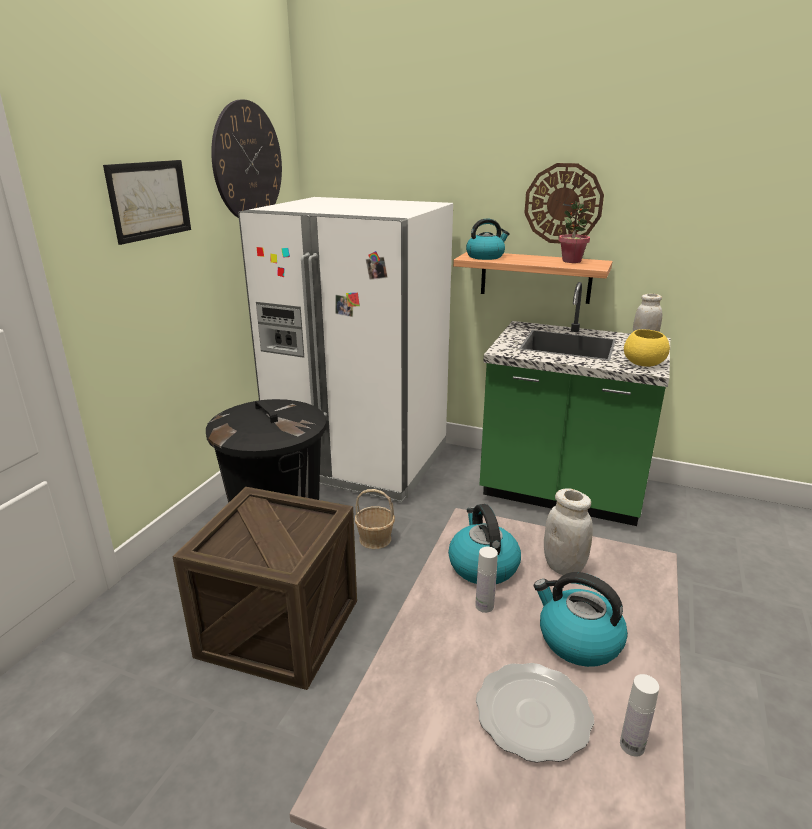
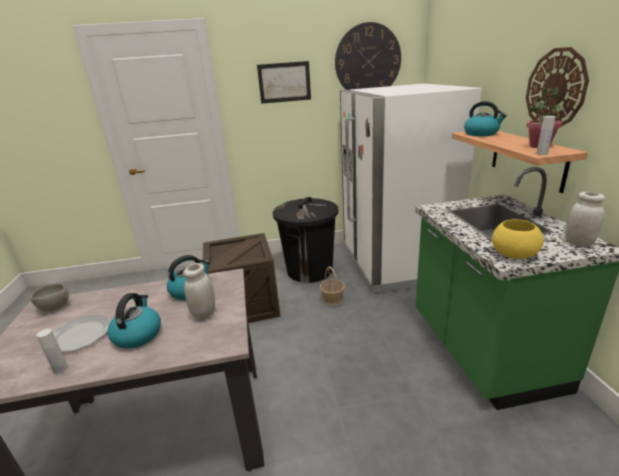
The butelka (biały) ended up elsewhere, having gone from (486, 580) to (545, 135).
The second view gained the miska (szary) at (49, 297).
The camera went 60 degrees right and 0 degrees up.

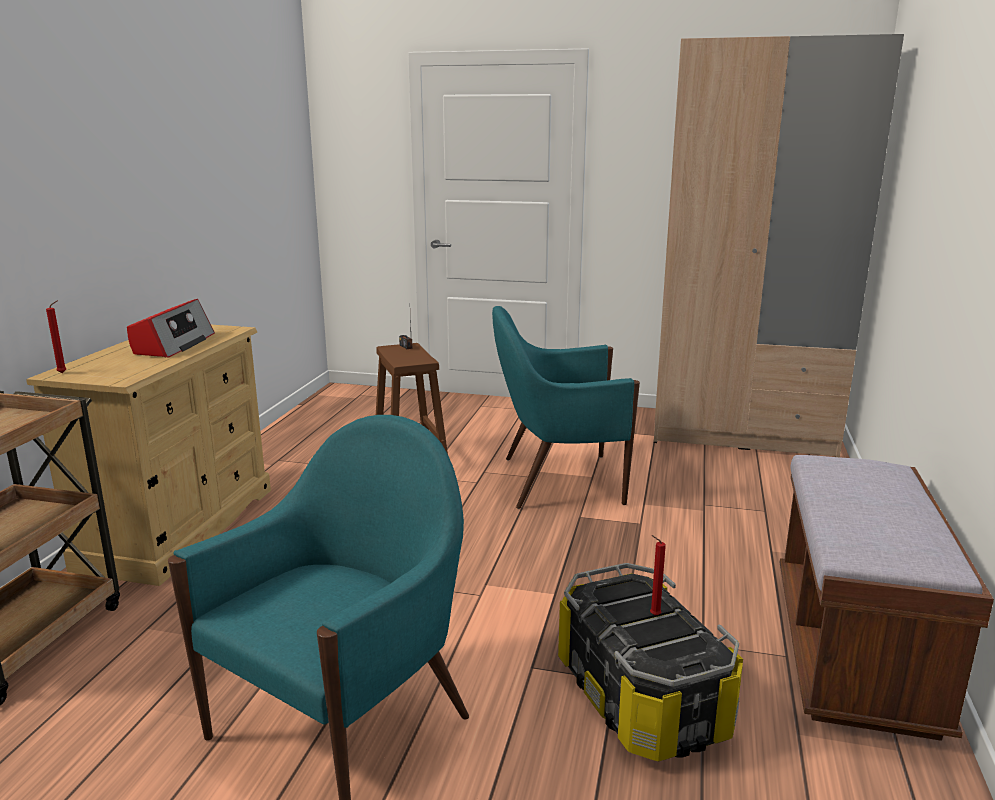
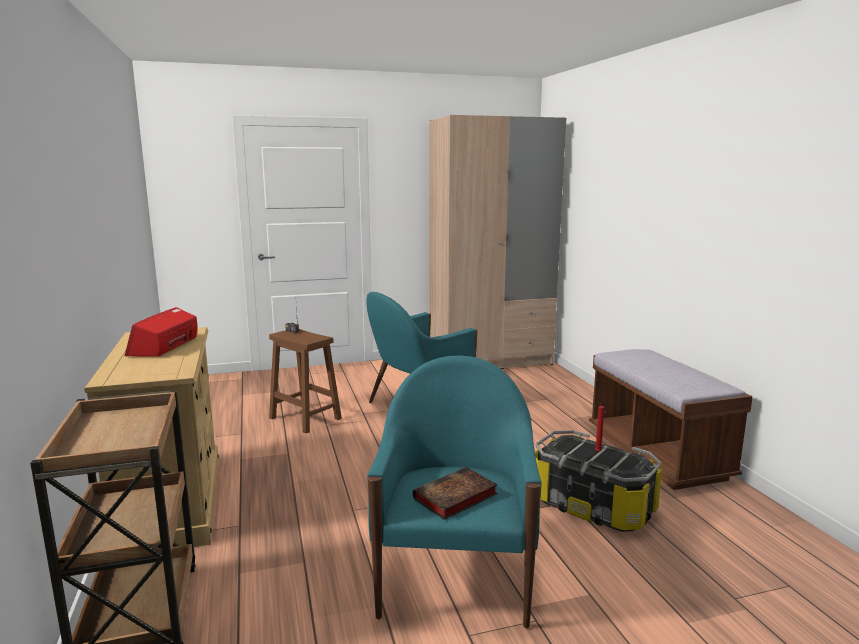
The second view lost the świeca (czerwony) at (56, 336).
The radio at (171, 328) ended up facing another way, 150 degrees counterclockwise from before.
The second view gained the książka at (455, 493).
The camera went 30 degrees left and 5 degrees down.

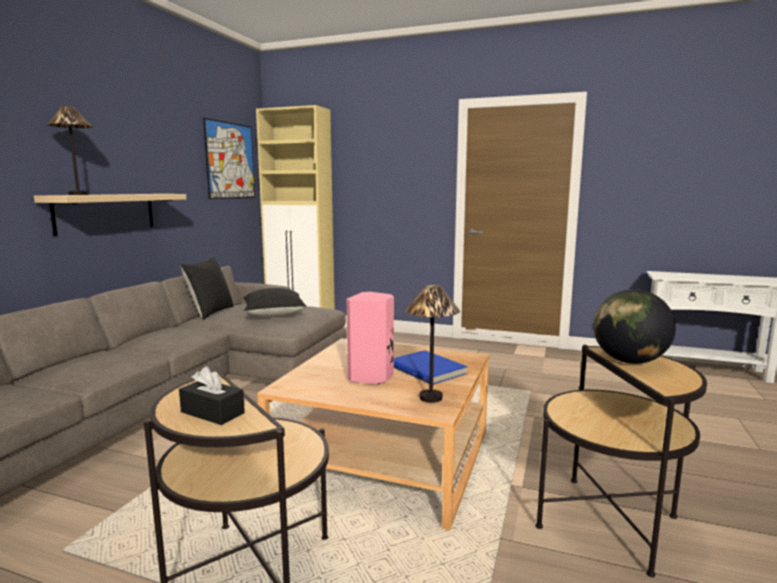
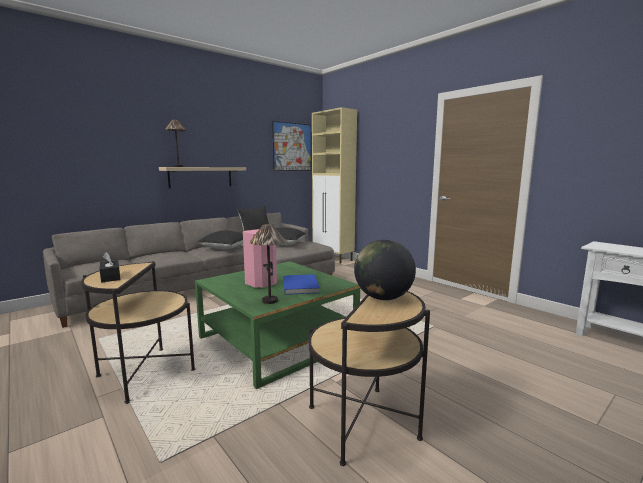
What was the ława (beżowy) at (373, 434) turned into the ława (zielony) at (277, 325).
The second view gained the poduszka (czarny) at (219, 240).
The camera went 30 degrees right and 0 degrees up.

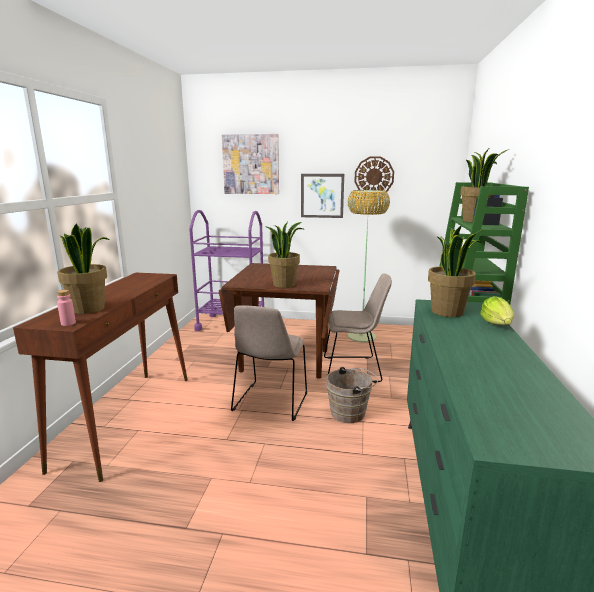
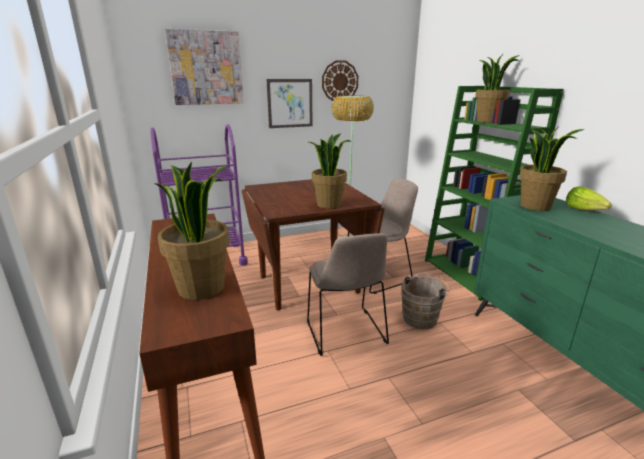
The second view lost the butelka (różowy) at (66, 308).
The camera went 30 degrees left and 5 degrees up.

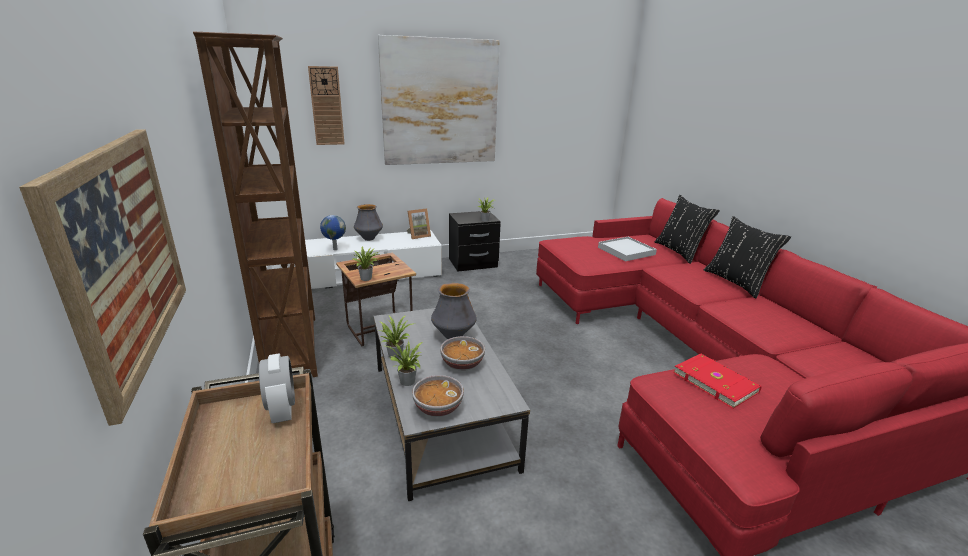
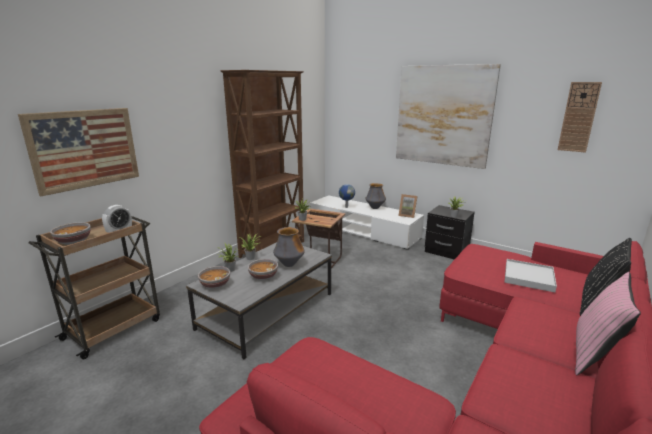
The zegar ścienny ended up elsewhere, having gone from (326, 105) to (580, 117).
The second view lost the książka (czerwony) at (717, 381).
What was the poduszka (czarny) at (747, 257) turned into the poduszka (różowy) at (608, 323).
The second view gained the miska at (70, 233).
The camera went 55 degrees right and 5 degrees down.

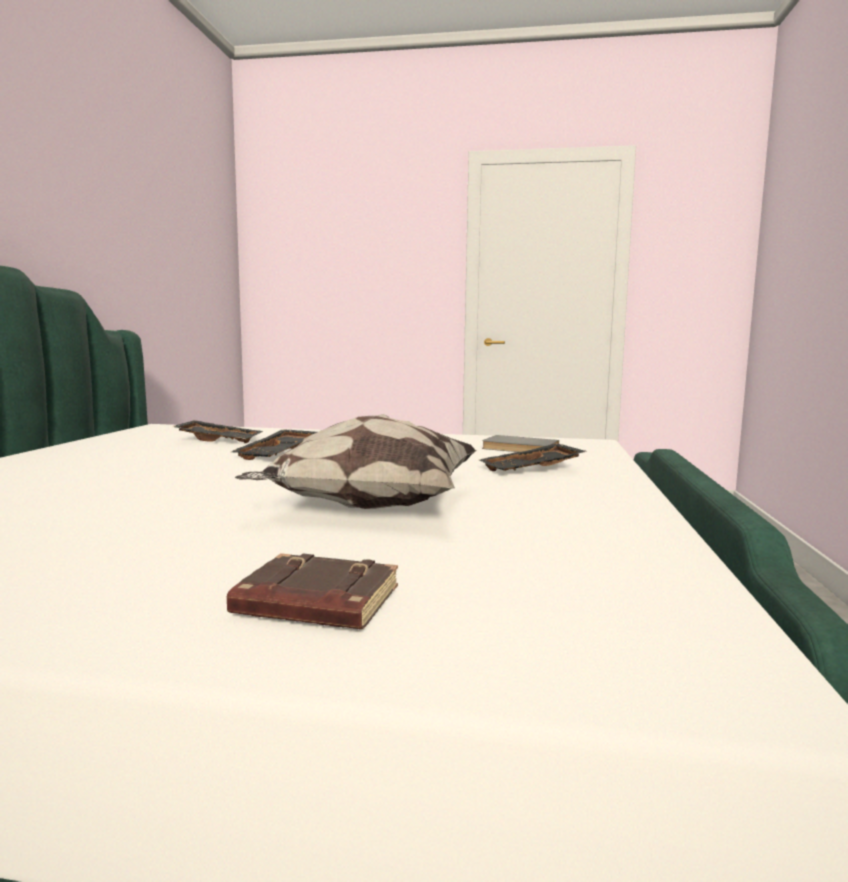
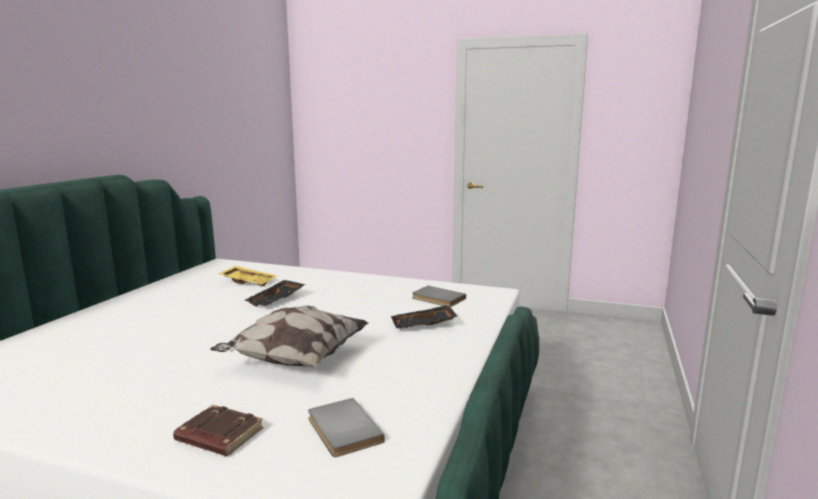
What was the taca (czarny) at (217, 432) turned into the taca (żółty) at (248, 276).
The second view gained the książka (szary) at (346, 427).
The camera went 10 degrees right and 5 degrees up.

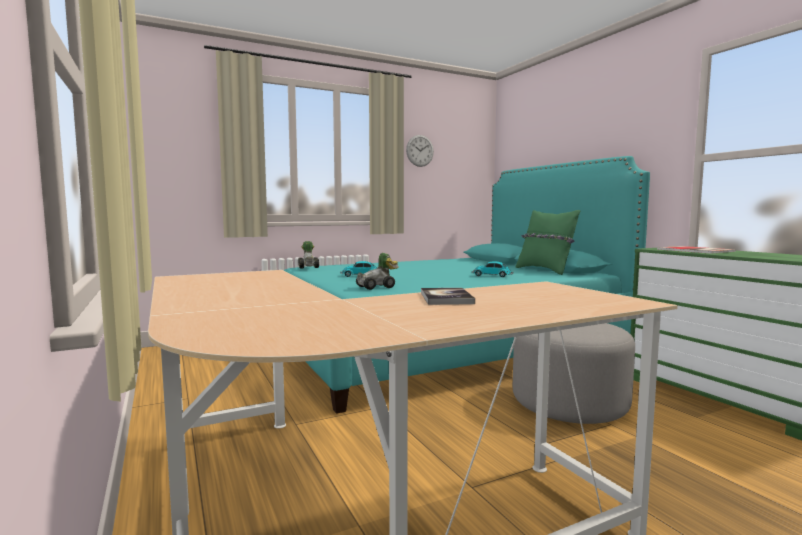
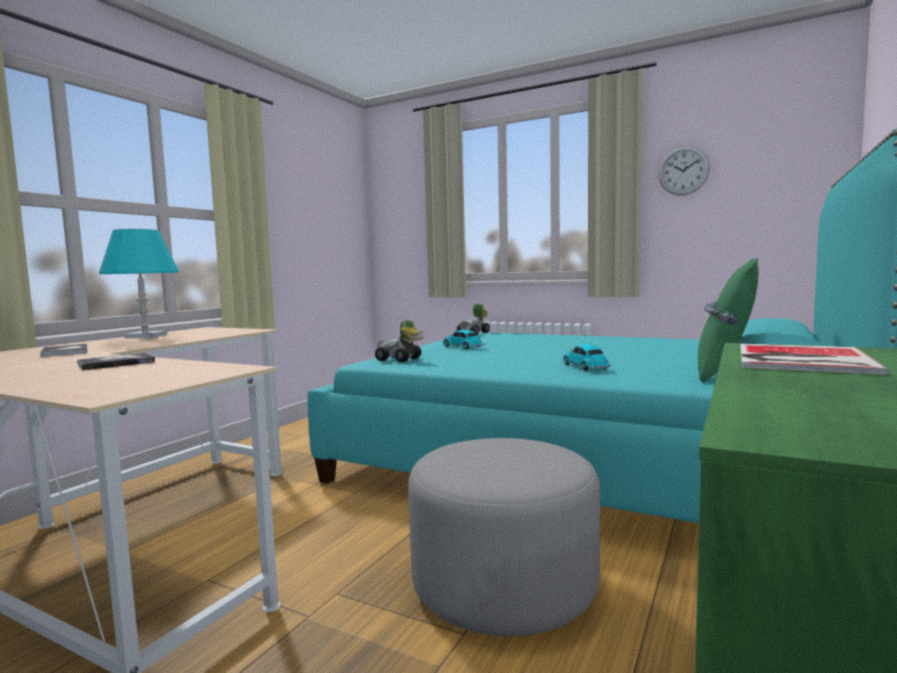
The second view gained the książka at (63, 350).
The second view gained the lampa stołowa (turkusowy) at (139, 283).
The camera went 55 degrees right and 0 degrees up.

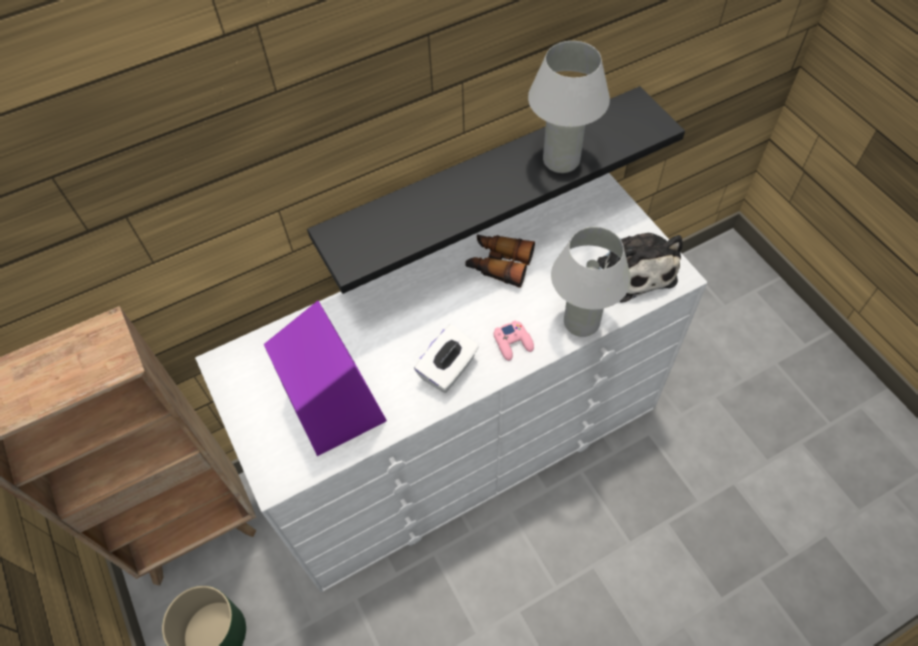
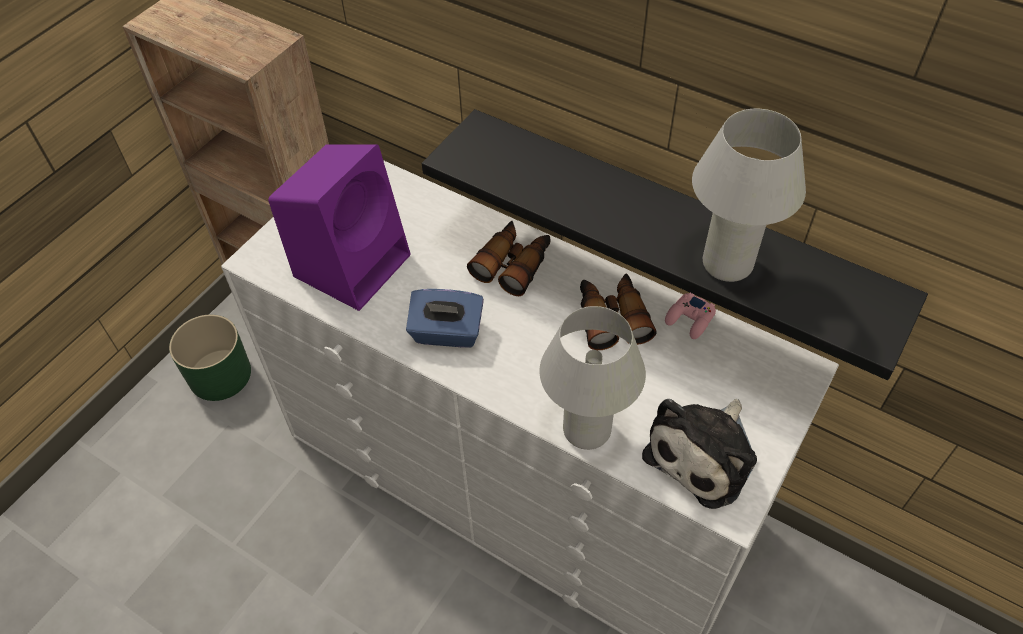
What was the pudełko chusteczek (biały) at (446, 358) turned into the pudełko chusteczek (niebieski) at (445, 318).
The pad do gier (różowy) ended up elsewhere, having gone from (513, 340) to (690, 316).
The second view gained the lornetka at (508, 258).
The camera went 60 degrees right and 5 degrees down.

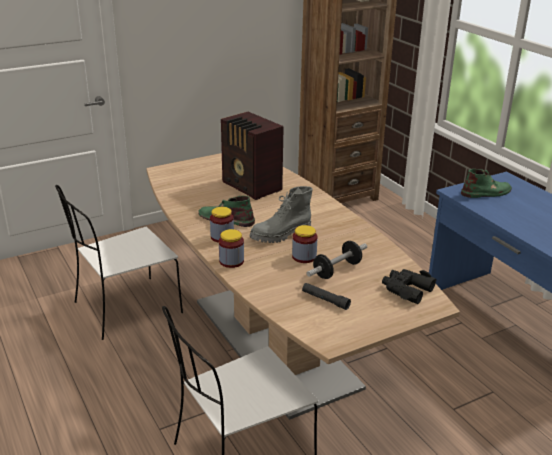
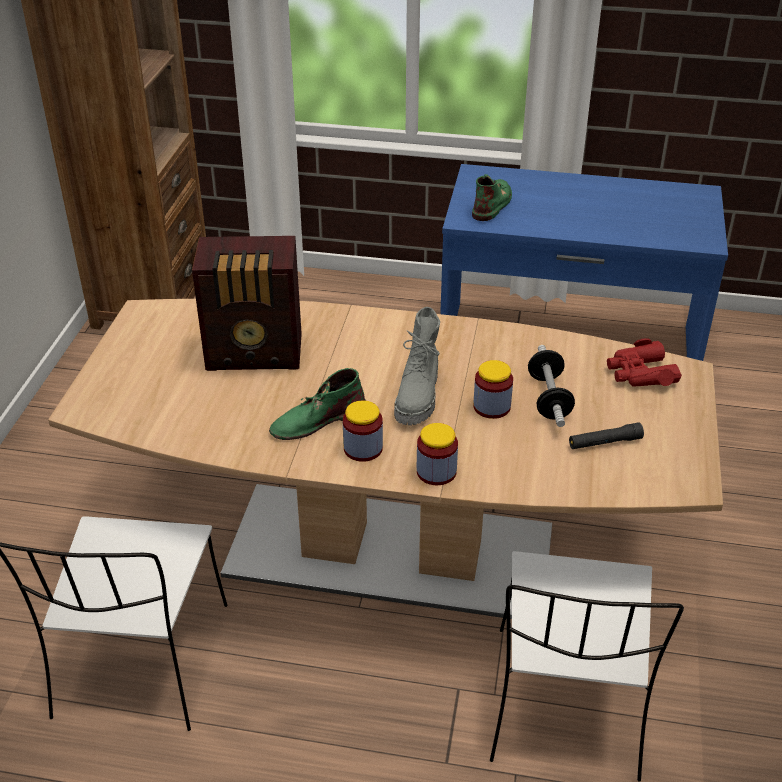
What was the lornetka (czarny) at (409, 286) turned into the lornetka (czerwony) at (644, 362).
The camera went 50 degrees left and 10 degrees up.

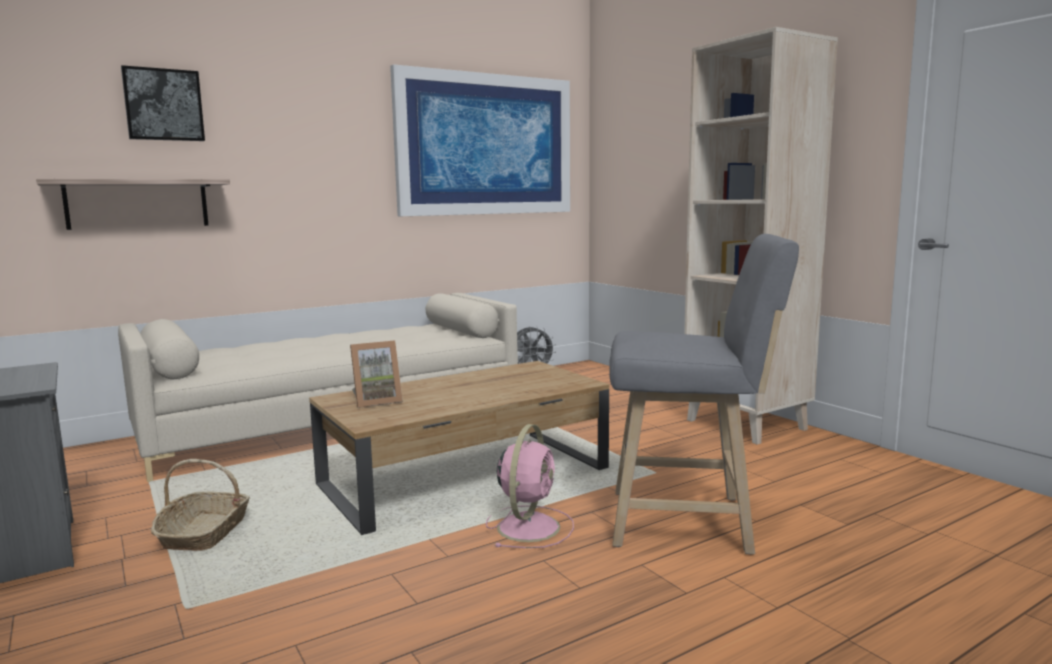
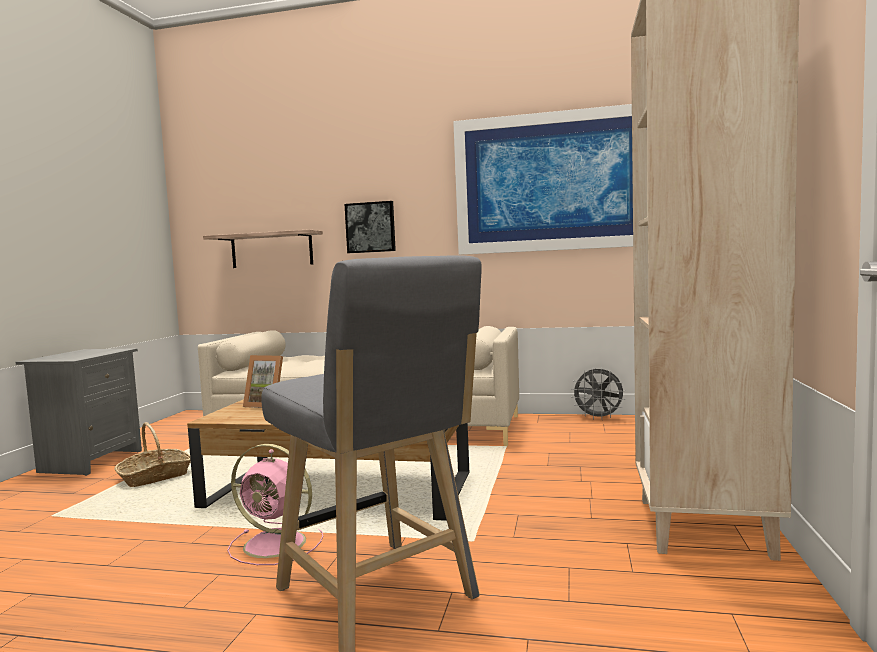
The obraz ended up elsewhere, having gone from (163, 103) to (370, 227).
The wentylator (różowy) at (530, 486) ended up facing another way, 45 degrees clockwise from before.
The camera went 45 degrees right and 5 degrees down.

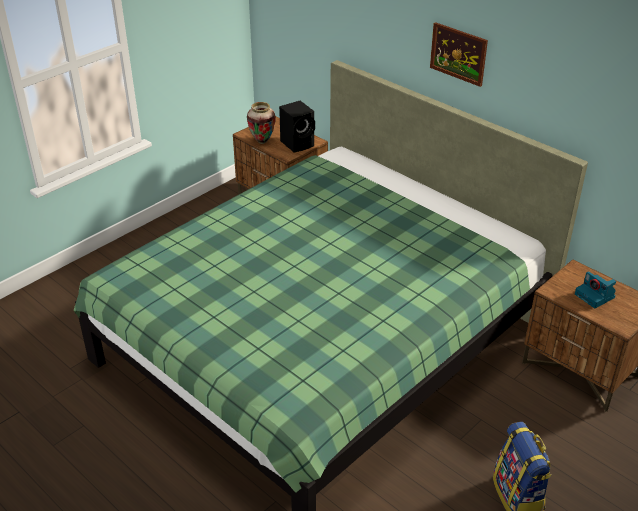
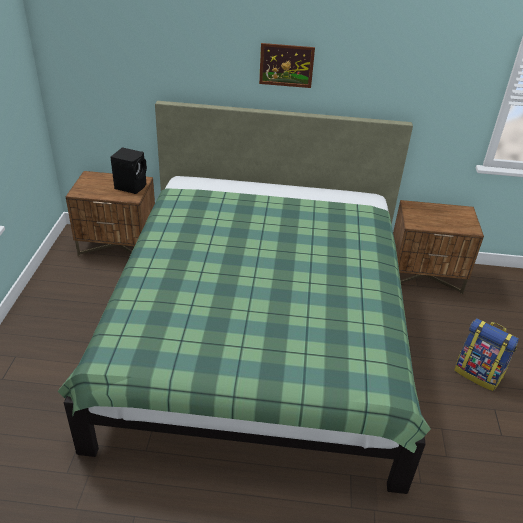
The second view lost the wazon at (261, 123).
The second view lost the aparat fotograficzny at (595, 289).
The camera went 40 degrees left and 0 degrees up.

